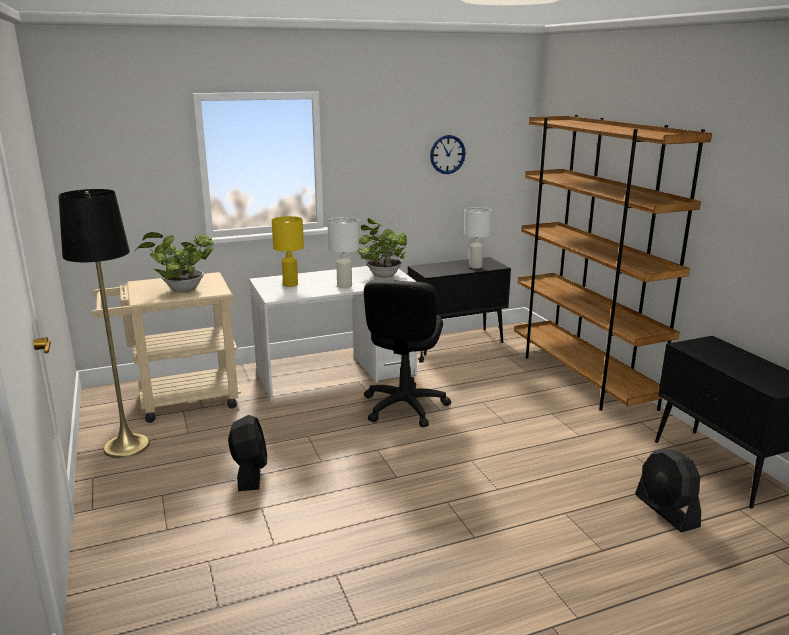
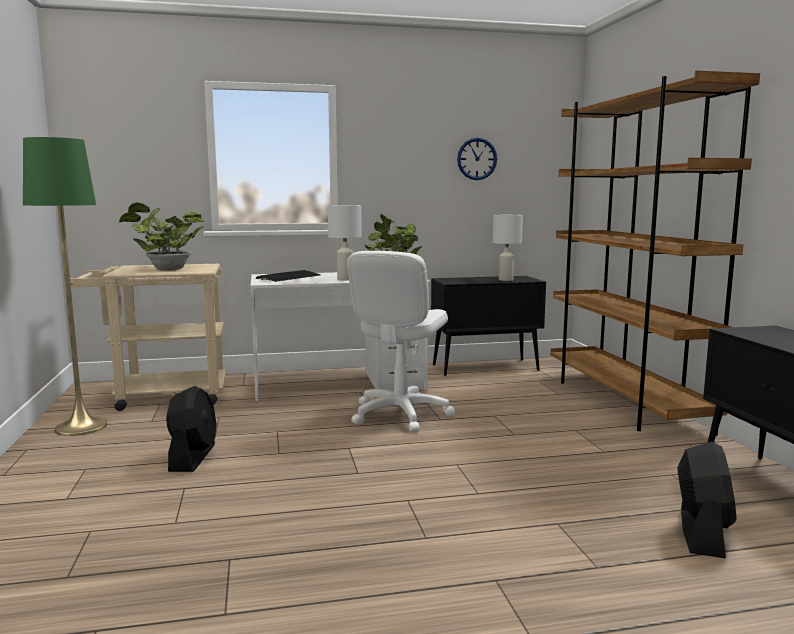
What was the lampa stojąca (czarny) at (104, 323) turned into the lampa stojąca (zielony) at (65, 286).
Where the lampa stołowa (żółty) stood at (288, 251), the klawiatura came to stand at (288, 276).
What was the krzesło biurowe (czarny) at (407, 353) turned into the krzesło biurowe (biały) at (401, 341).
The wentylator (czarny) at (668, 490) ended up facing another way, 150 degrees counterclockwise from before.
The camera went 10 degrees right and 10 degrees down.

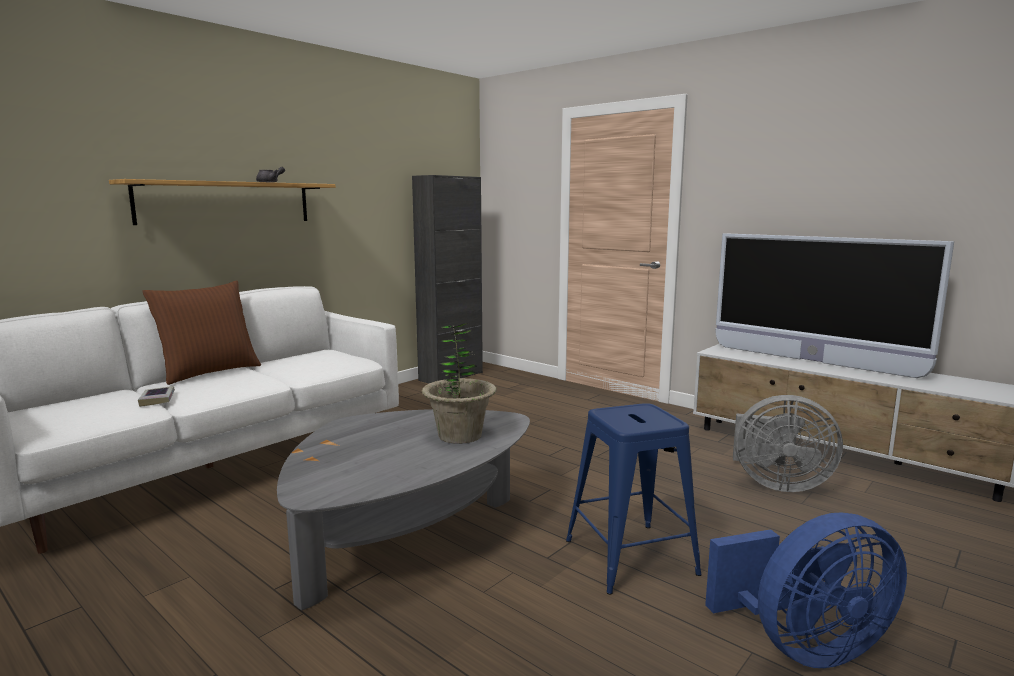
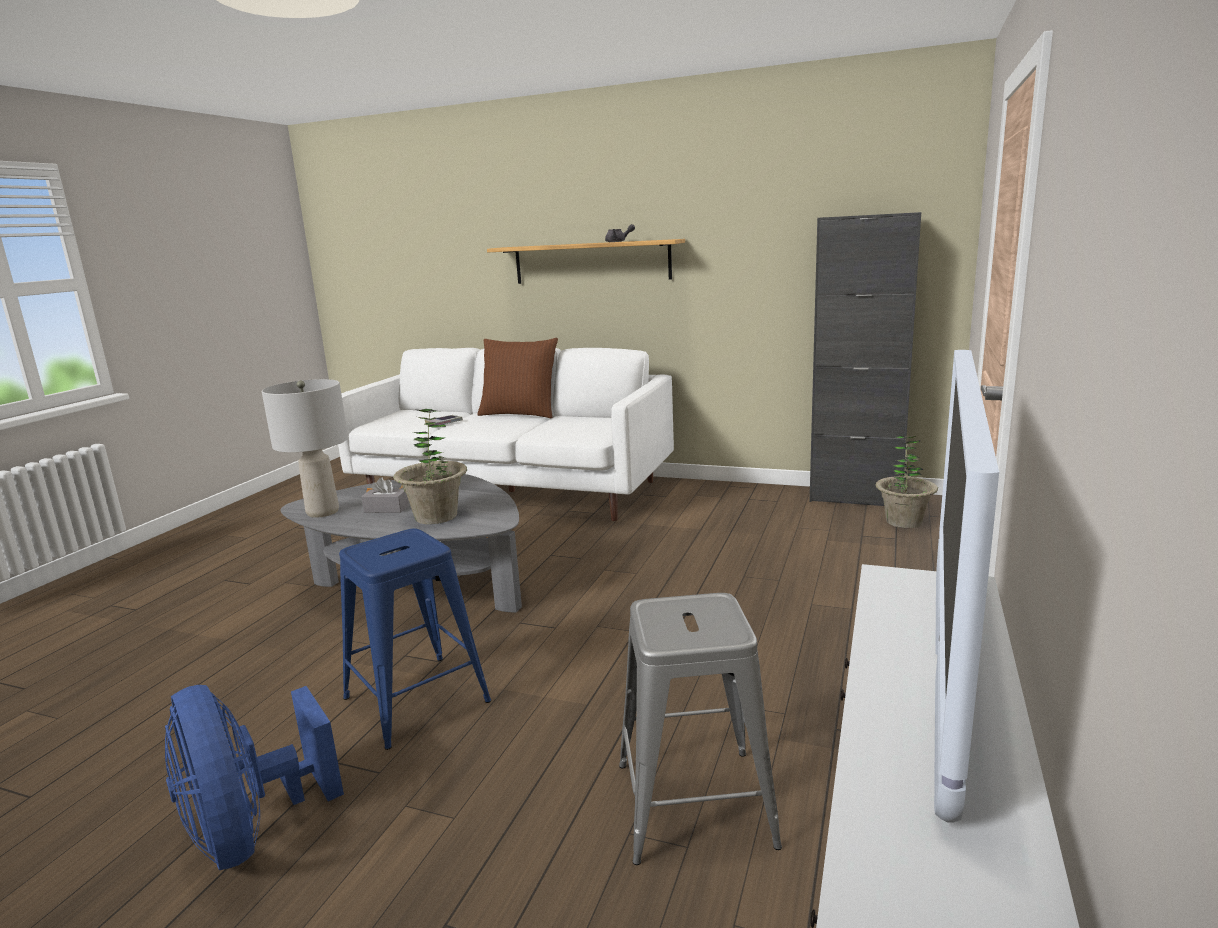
Where the wentylator (szary) stood at (788, 443), the stołek (szary) came to stand at (700, 729).
The second view gained the lampa stołowa (szary) at (305, 448).
The second view gained the pudełko chusteczek (szary) at (385, 495).
The second view gained the roślina doniczkowa at (906, 482).
The camera went 70 degrees right and 5 degrees up.

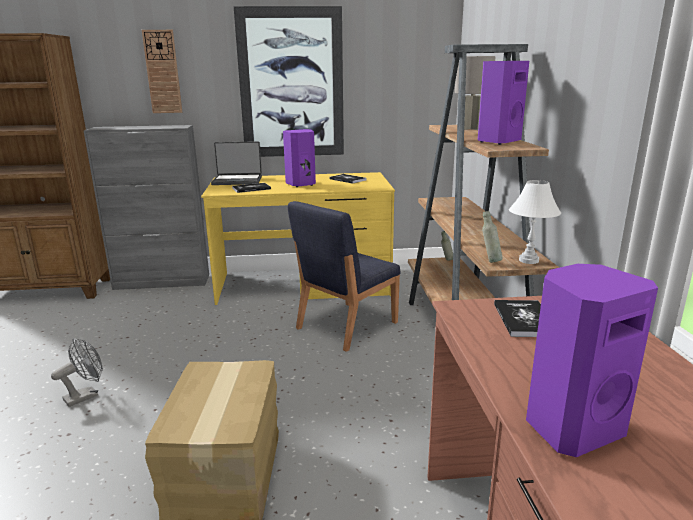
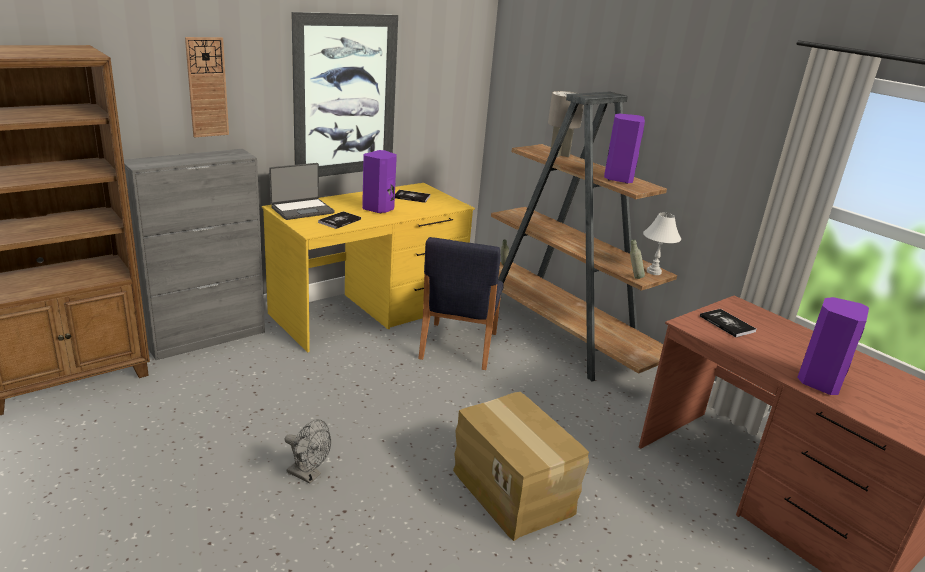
The wentylator (szary) at (77, 372) ended up facing another way, 105 degrees clockwise from before.
The camera went 35 degrees left and 5 degrees up.

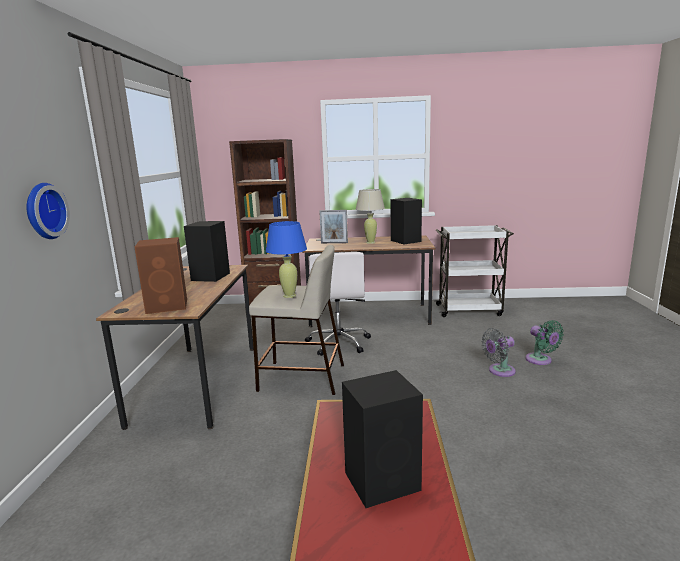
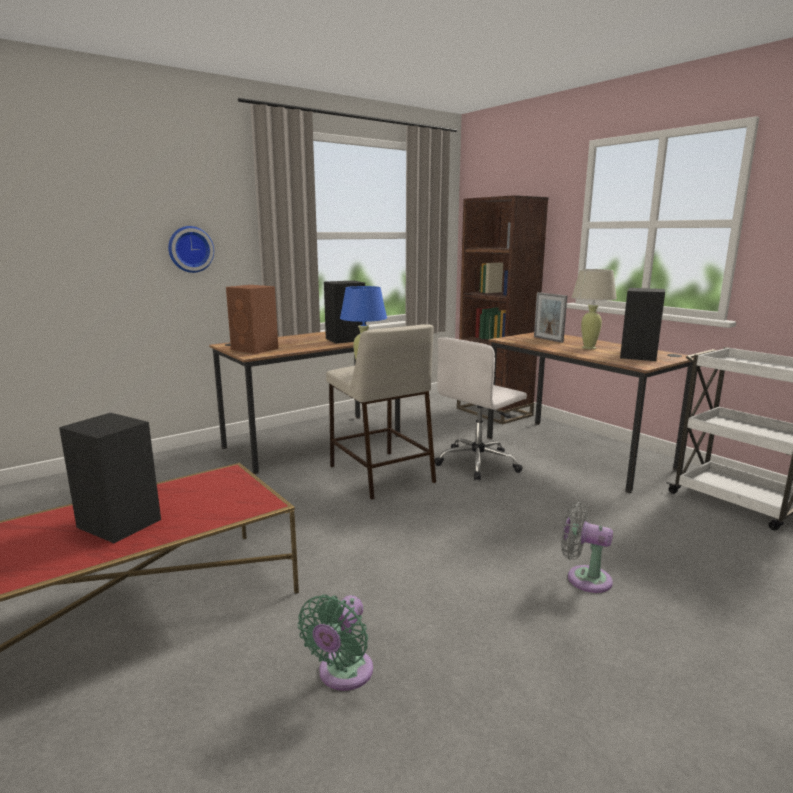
The wentylator (zielony) ended up elsewhere, having gone from (544, 342) to (335, 642).
The camera went 50 degrees right and 0 degrees up.

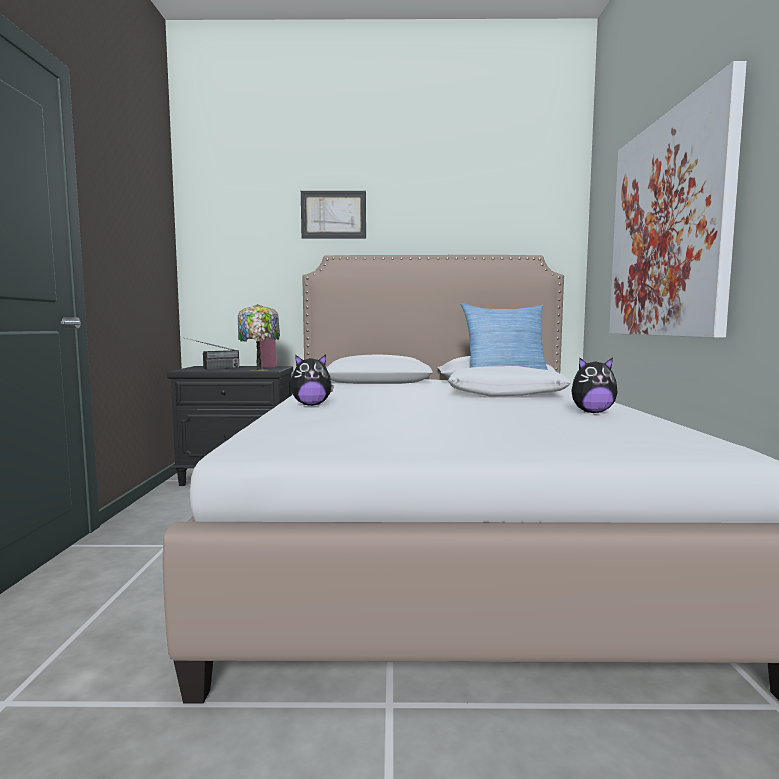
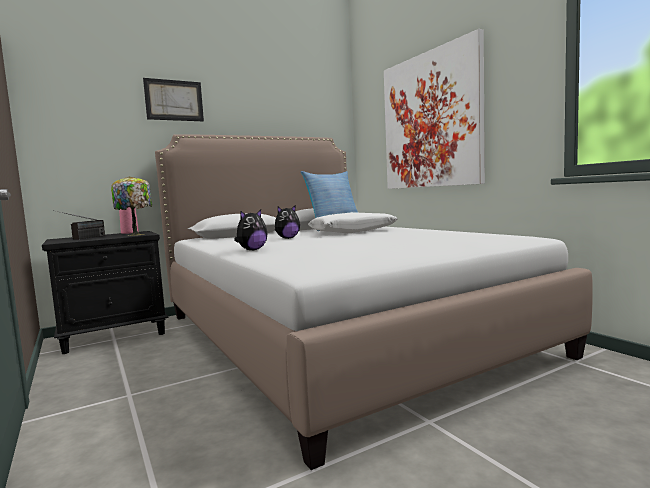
The pluszak ended up elsewhere, having gone from (594, 385) to (287, 222).
The camera went 30 degrees left and 0 degrees up.

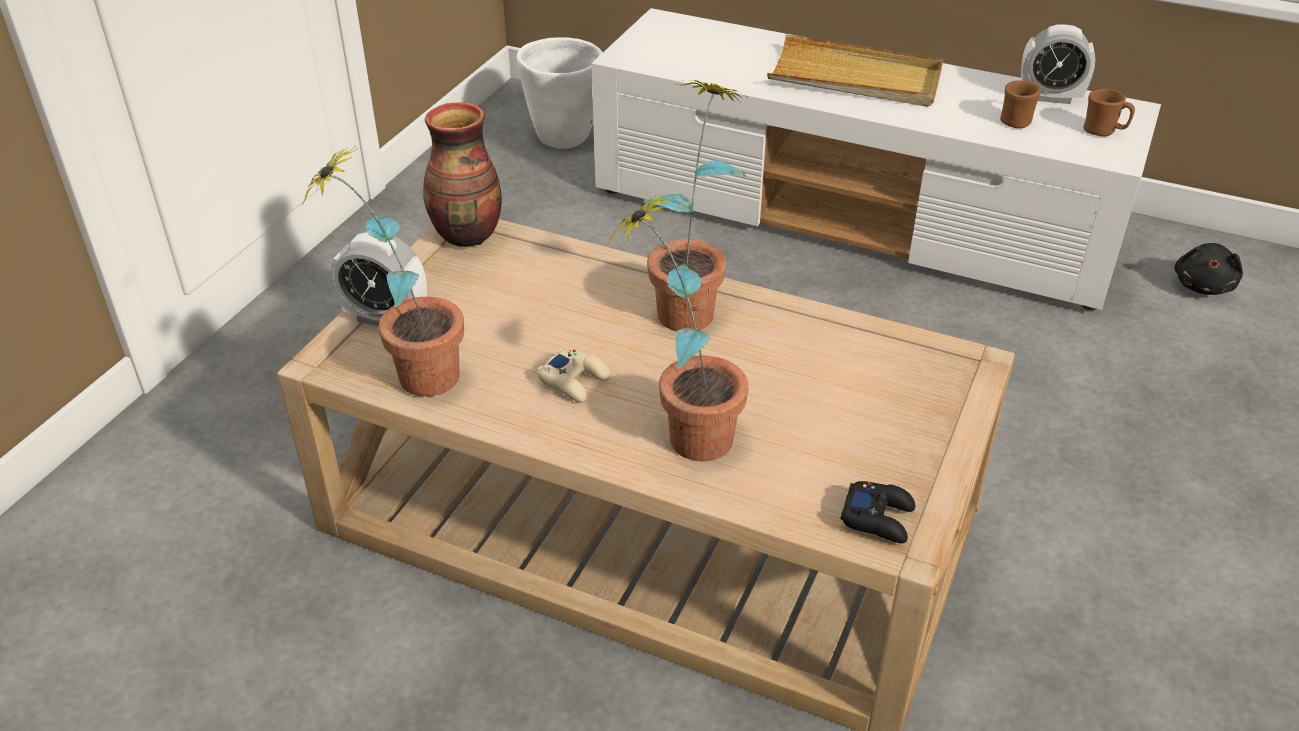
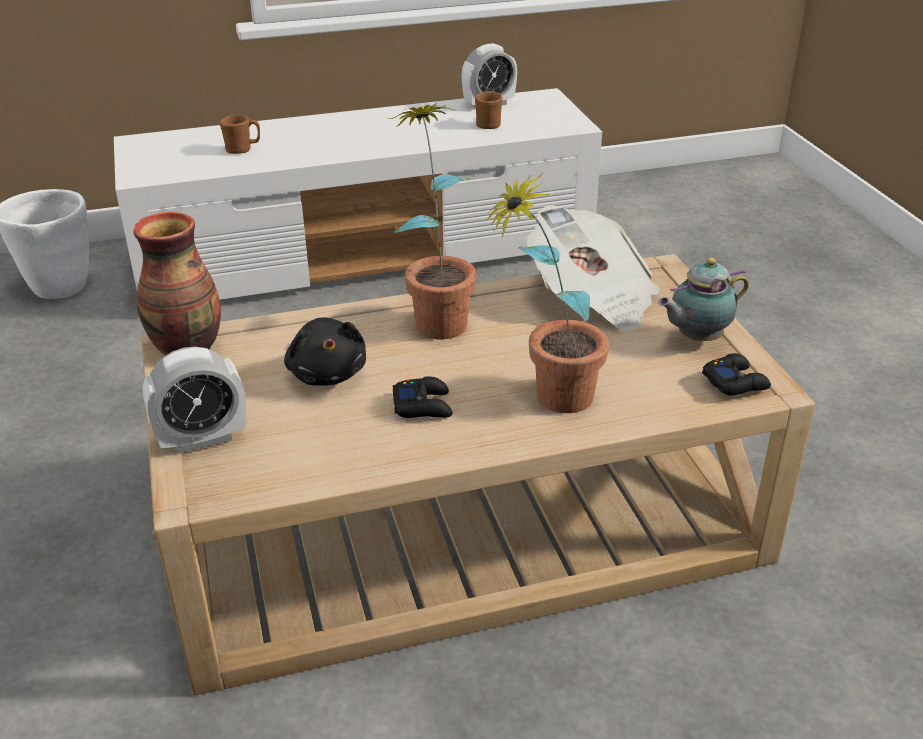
The second view lost the roślina doniczkowa at (382, 271).
What was the pad do gier (beżowy) at (574, 375) turned into the pad do gier (czarny) at (422, 397).
The second view lost the taca (beżowy) at (855, 70).
The kubek (brązowy) ended up elsewhere, having gone from (1109, 113) to (239, 134).
The pluszak (czarny) ended up elsewhere, having gone from (1208, 269) to (325, 351).
The second view gained the gazeta at (593, 268).
The second view gained the imbryk at (703, 299).
The camera went 40 degrees left and 5 degrees down.

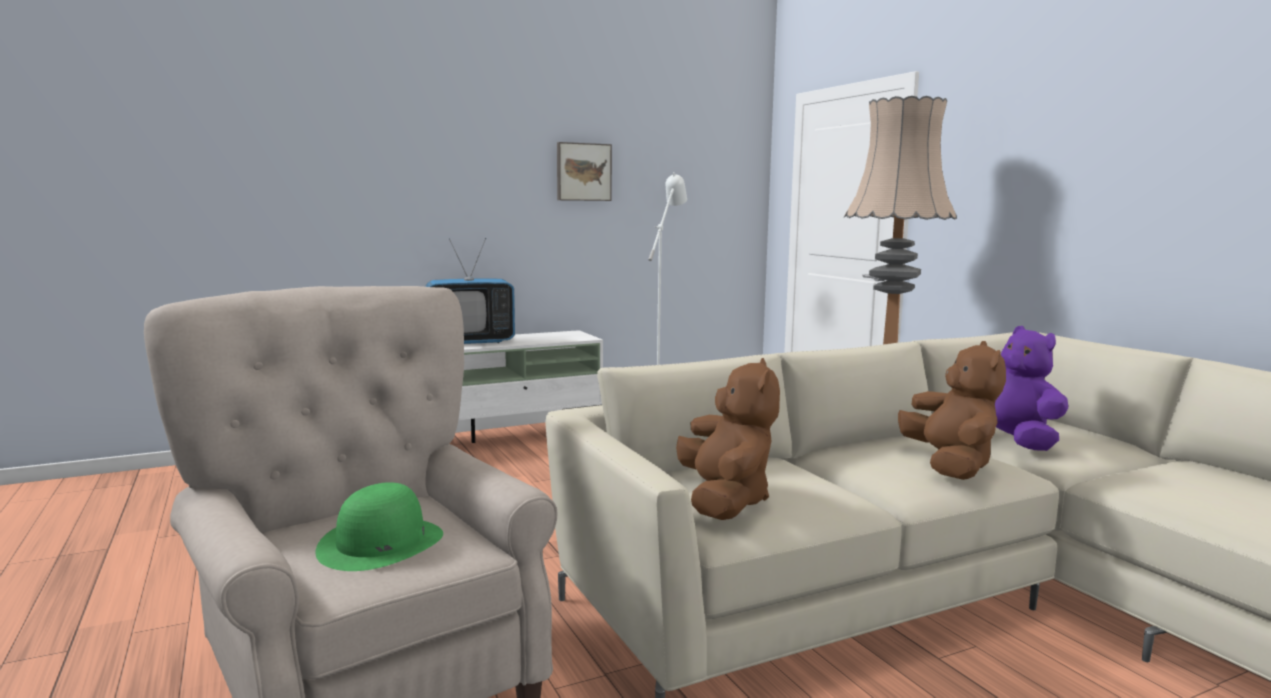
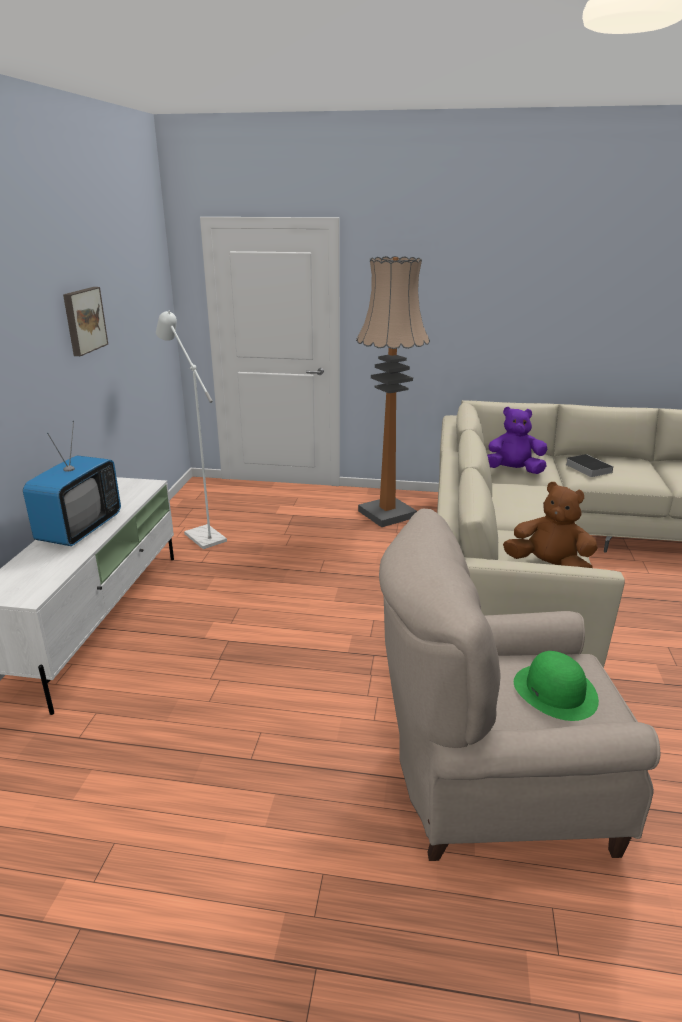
The second view lost the pluszak (brązowy) at (952, 410).
The second view gained the książka at (589, 465).
The camera went 55 degrees left and 15 degrees up.

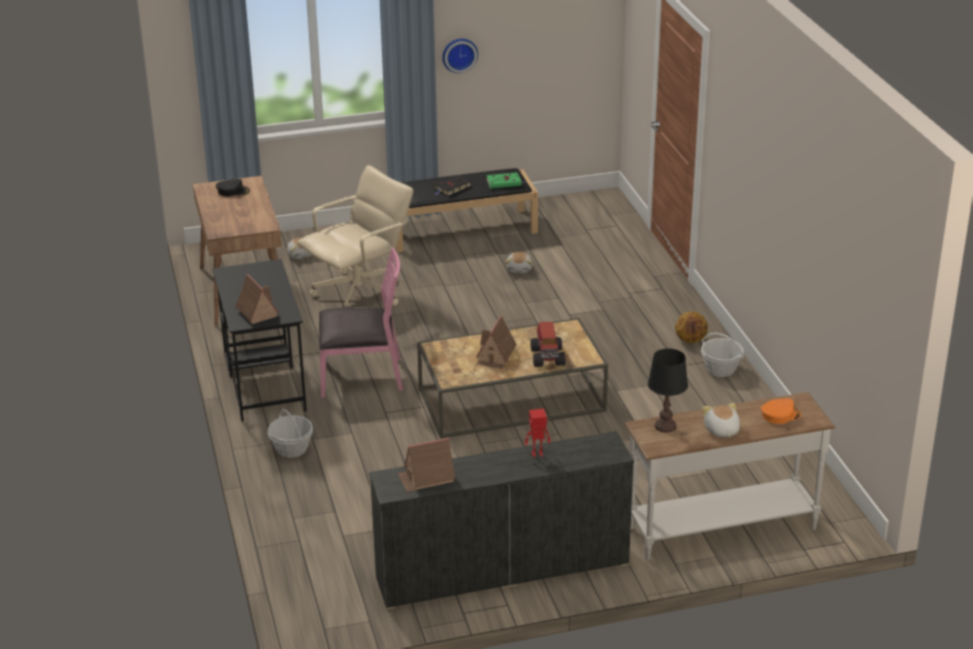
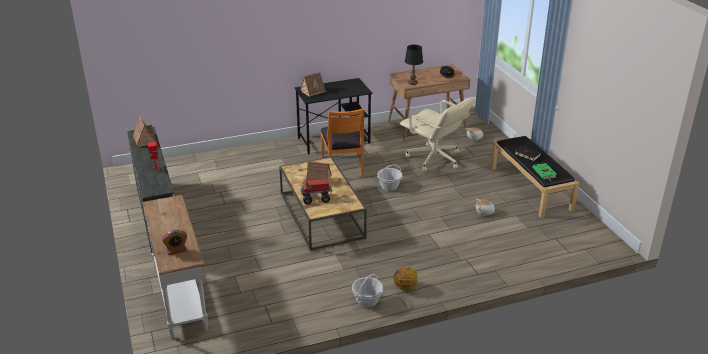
The koszyk ended up elsewhere, having gone from (290, 433) to (389, 177).
What was the krzesło (różowy) at (361, 322) turned into the krzesło (pomarańczowy) at (342, 142).
The second view lost the zegar ścienny at (460, 56).
The lampa stołowa (czarny) ended up elsewhere, having gone from (668, 391) to (414, 65).
The second view lost the pluszak at (721, 420).
Where the czapka z daszkiem (pomarańczowy) stood at (781, 411), the budzik came to stand at (174, 242).
The camera went 85 degrees right and 0 degrees up.

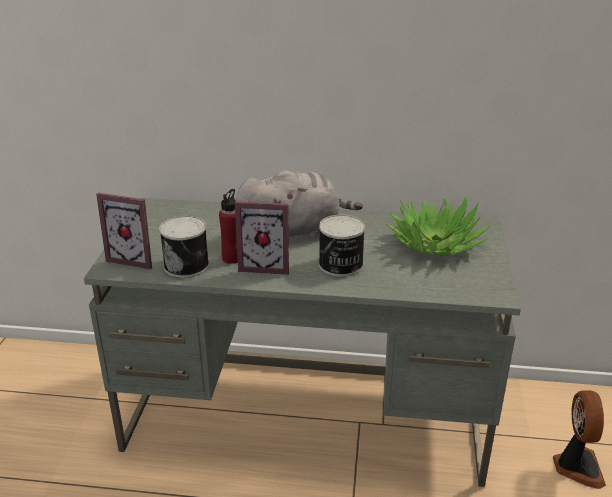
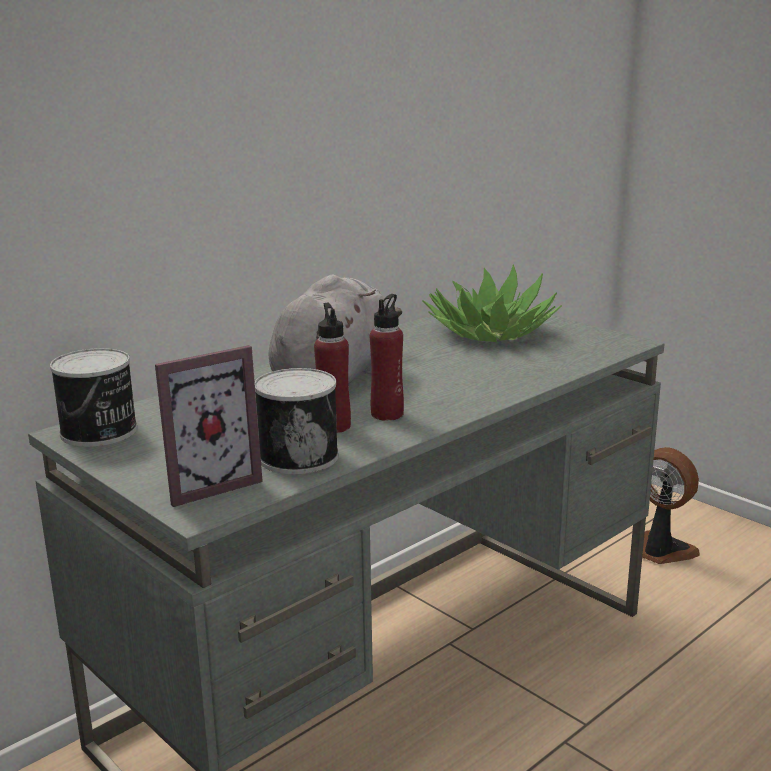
Where the ramka na zdjęcie stood at (262, 238), the butelka (czerwony) came to stand at (387, 357).
The puszka ended up elsewhere, having gone from (342, 246) to (93, 397).
The camera went 50 degrees left and 10 degrees down.

